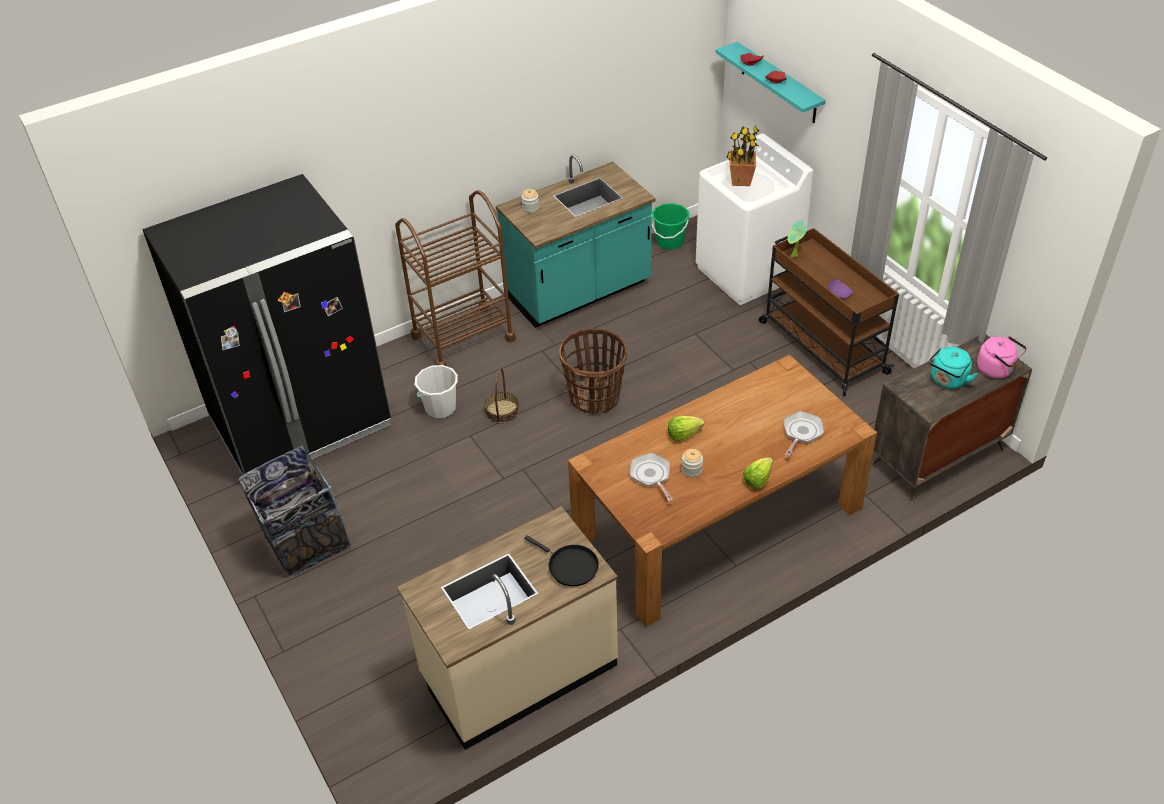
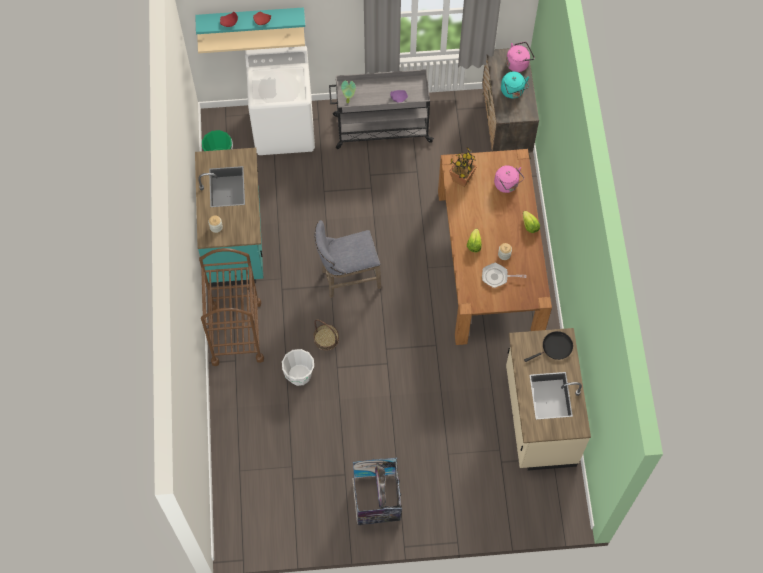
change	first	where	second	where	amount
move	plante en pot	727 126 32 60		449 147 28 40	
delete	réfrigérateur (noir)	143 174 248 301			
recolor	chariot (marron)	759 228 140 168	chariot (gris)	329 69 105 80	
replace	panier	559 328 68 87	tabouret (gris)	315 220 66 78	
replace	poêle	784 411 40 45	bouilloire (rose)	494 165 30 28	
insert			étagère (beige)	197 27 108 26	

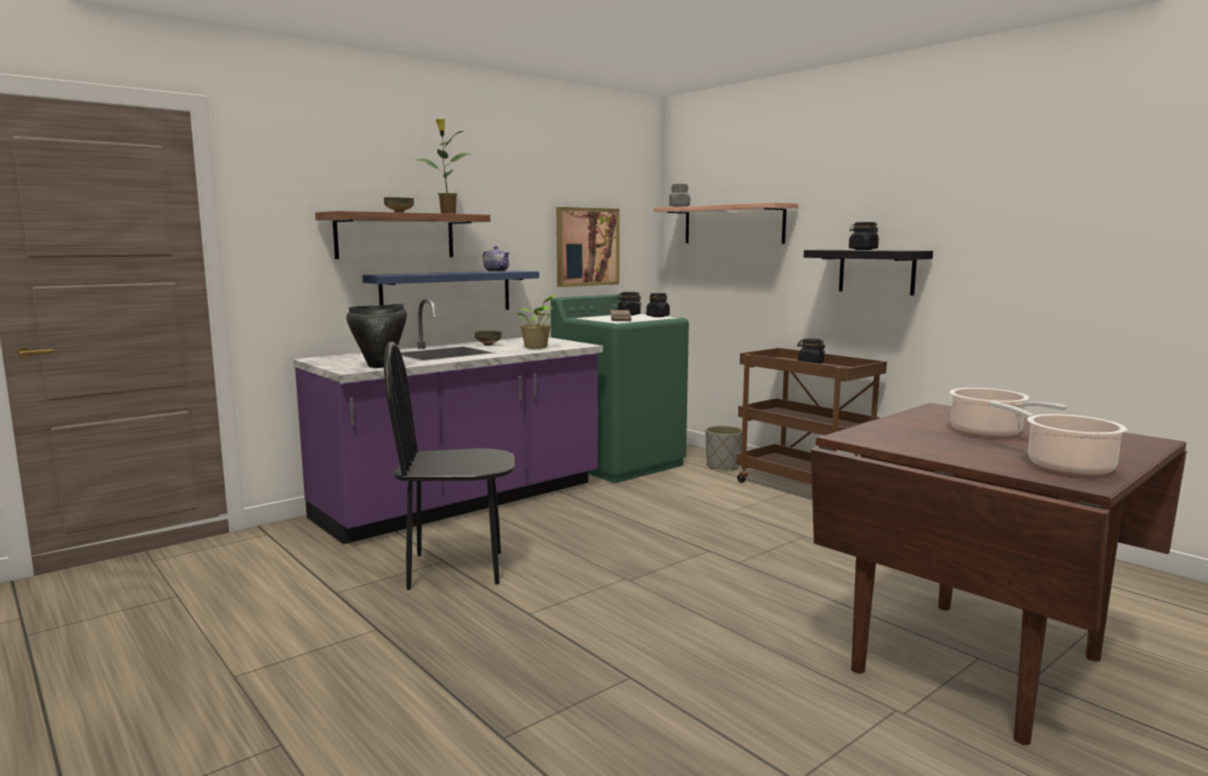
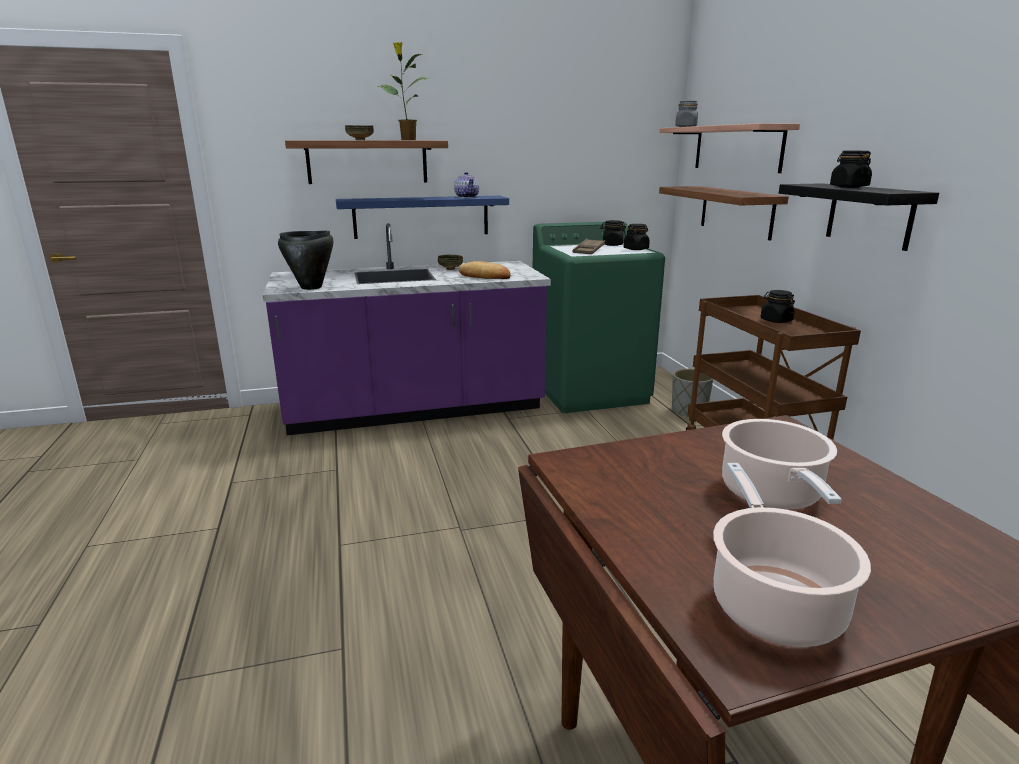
change	first	where	second	where	amount
delete	tableau	556 207 64 80			
replace	plante en pot	516 295 39 54	pain	459 261 51 18	
delete	chaise (noir)	384 342 131 248			
insert			étagère	659 186 130 55	

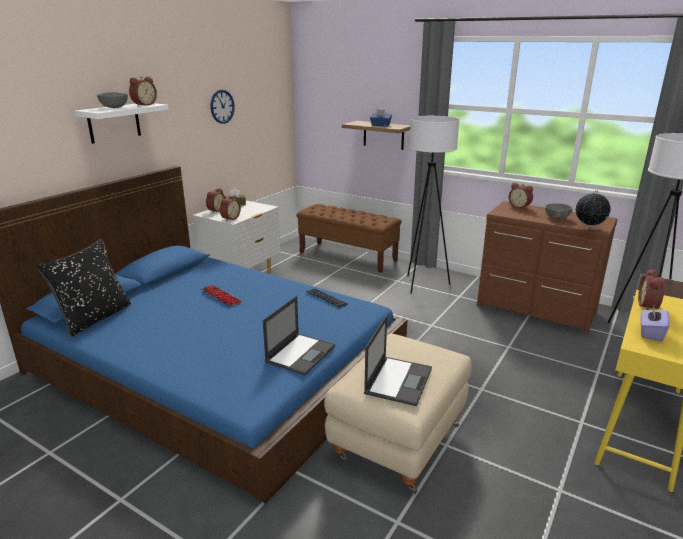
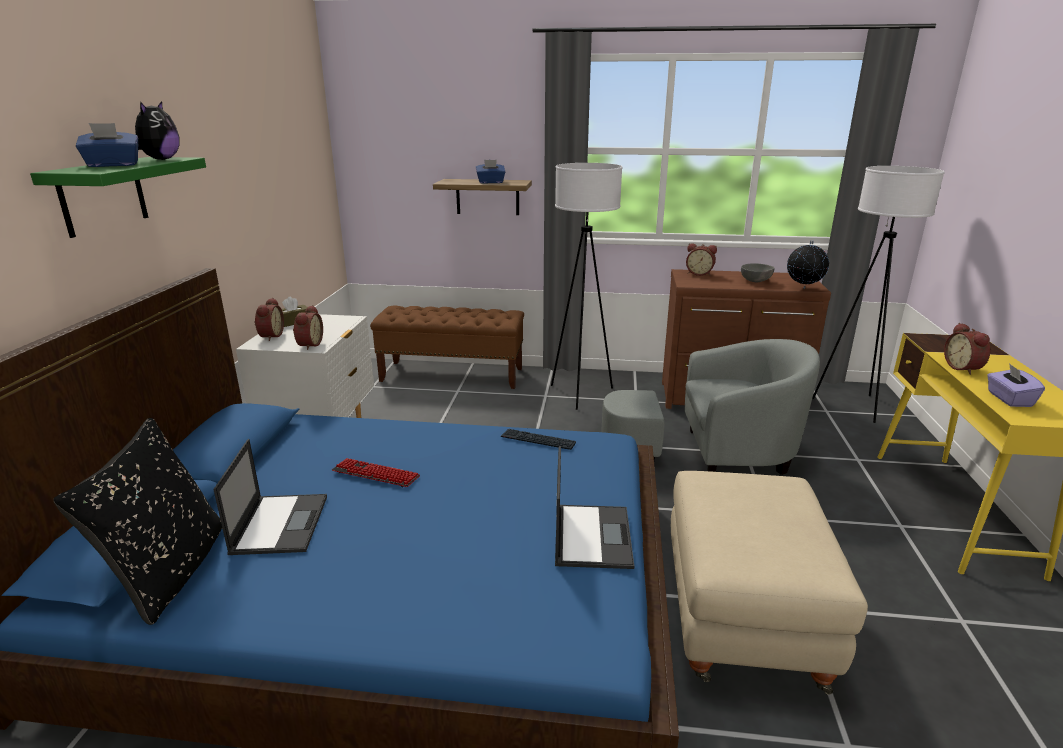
change	first	where	second	where	amount
replace	réveil	129 76 28 30	peluche	135 101 45 59	
delete	horloge murale	211 90 24 34			
replace	bol (gris)	97 92 31 16	boîte à mouchoirs (bleu)	76 123 62 44	
recolor	étagère (blanc)	74 103 95 41	étagère (vert)	30 157 176 81	
move	ordinateur portable	364 315 68 91		213 439 114 116	
insert			fauteuil (gris)	601 339 219 136	

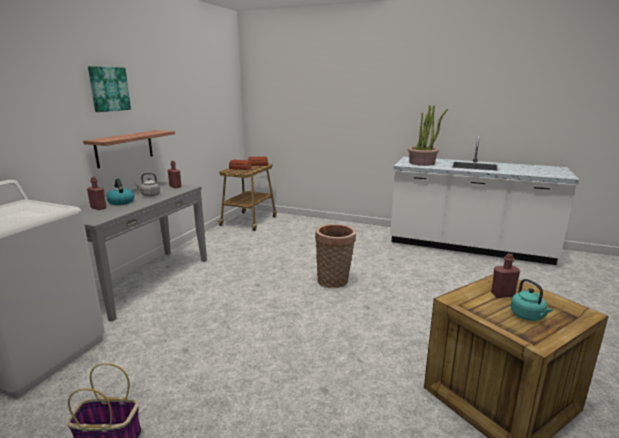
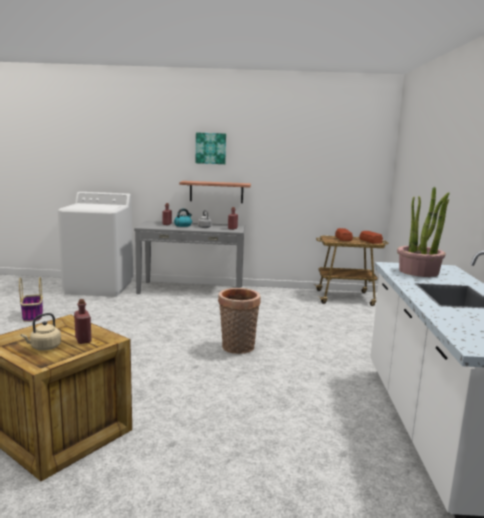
change	first	where	second	where	amount
recolor	bouilloire (turquoise)	510 279 43 42	bouilloire (beige)	21 313 40 38	

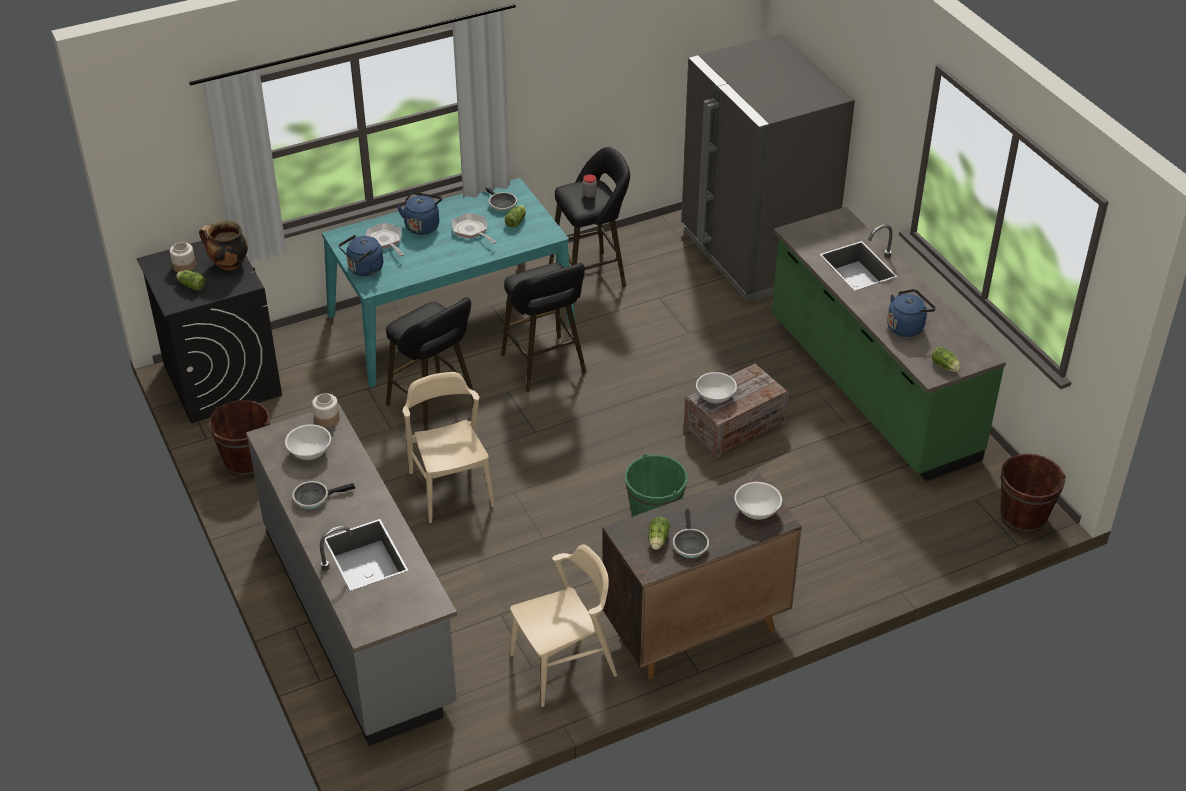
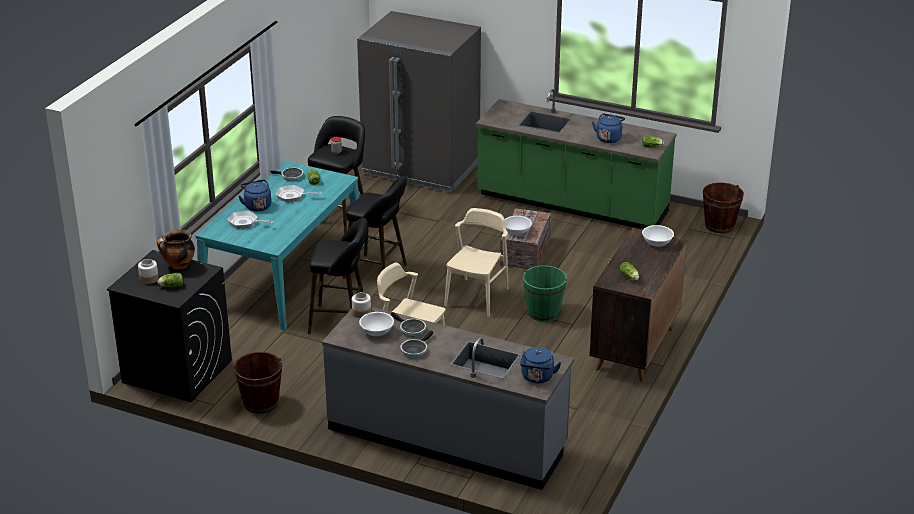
change	first	where	second	where	amount
move	bouilloire (bleu)	339 235 44 41		520 347 41 36	
move	poêle	673 509 36 49		391 312 35 25	
move	chaise (beige)	510 544 107 163		444 208 64 108	

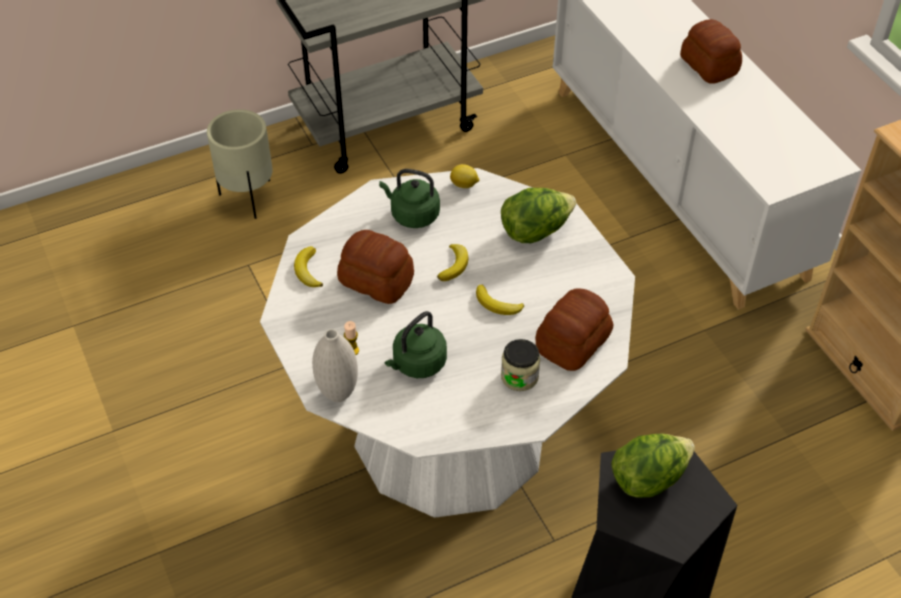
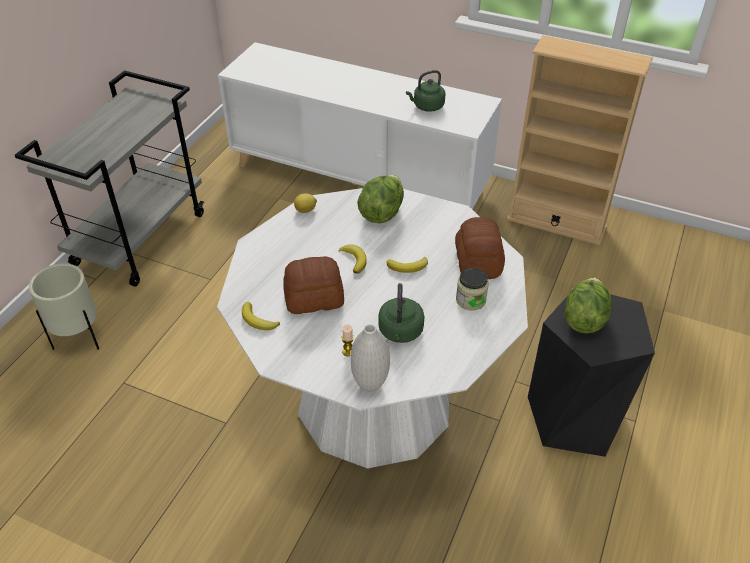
change	first	where	second	where	amount
delete	pain	680 19 62 65			
move	bouilloire (vert)	379 169 61 59		406 70 39 42	

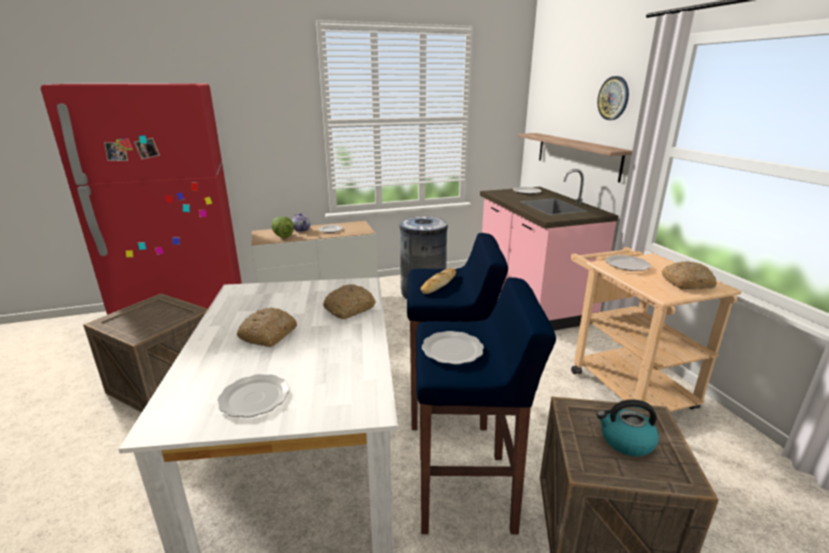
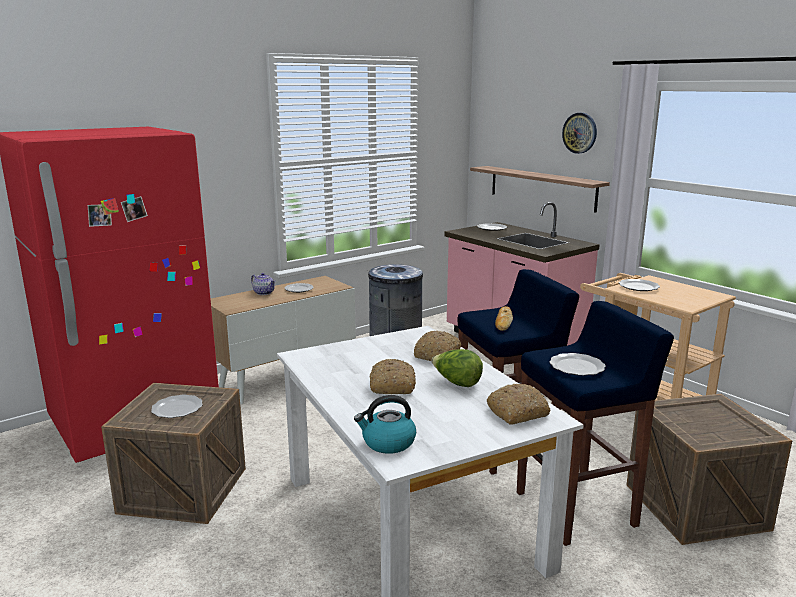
change	first	where	second	where	amount
move	laitue	271 216 23 22		432 349 51 38	
move	pain	662 261 55 28		487 384 63 41	
move	assiette	217 374 72 44		151 395 52 23	
move	bouilloire	597 399 62 57		354 395 62 59	

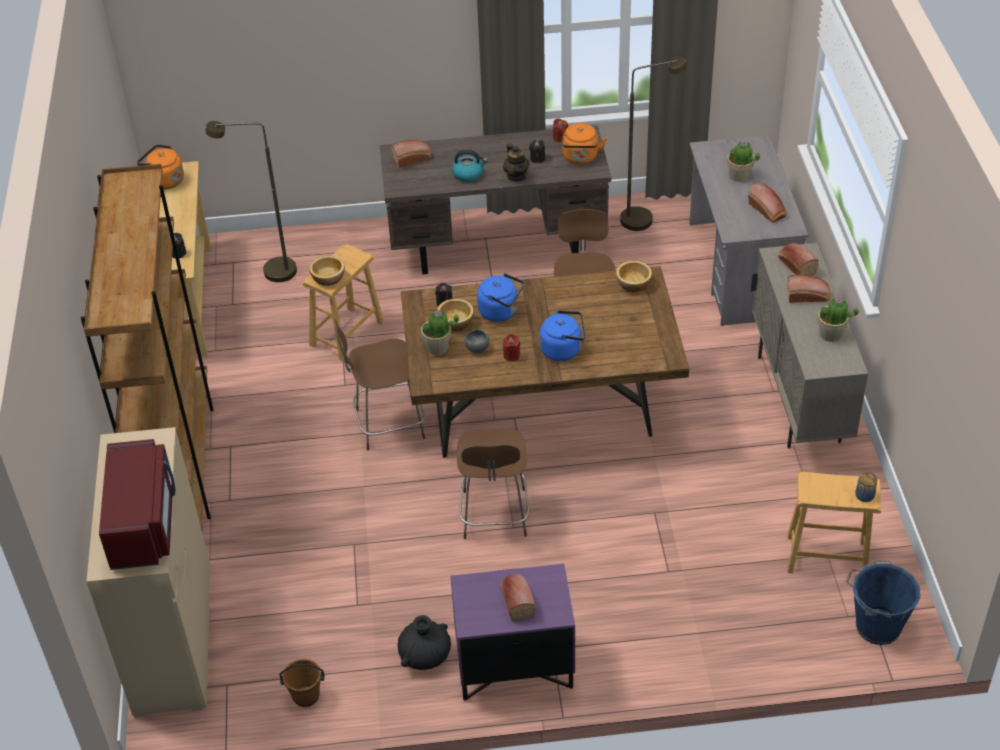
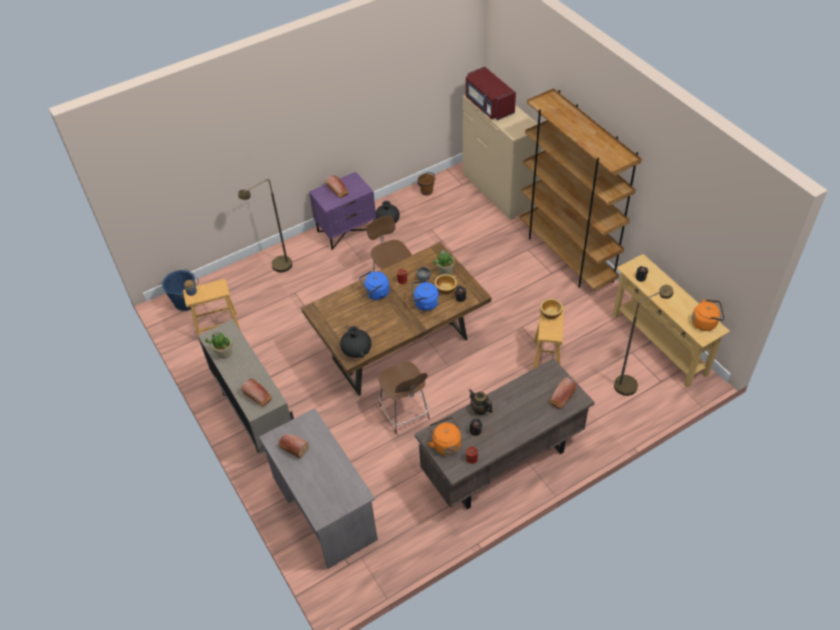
change	first	where	second	where	amount
move	lampadaire (marron)	620 57 67 174		238 179 54 93	
delete	plante en pot	727 140 33 42			
delete	bouilloire	452 150 35 32			
replace	bol	616 261 36 31	vase (noir)	340 326 31 32	
delete	pain	787 275 44 28			
delete	chaise (marron)	335 319 90 131			

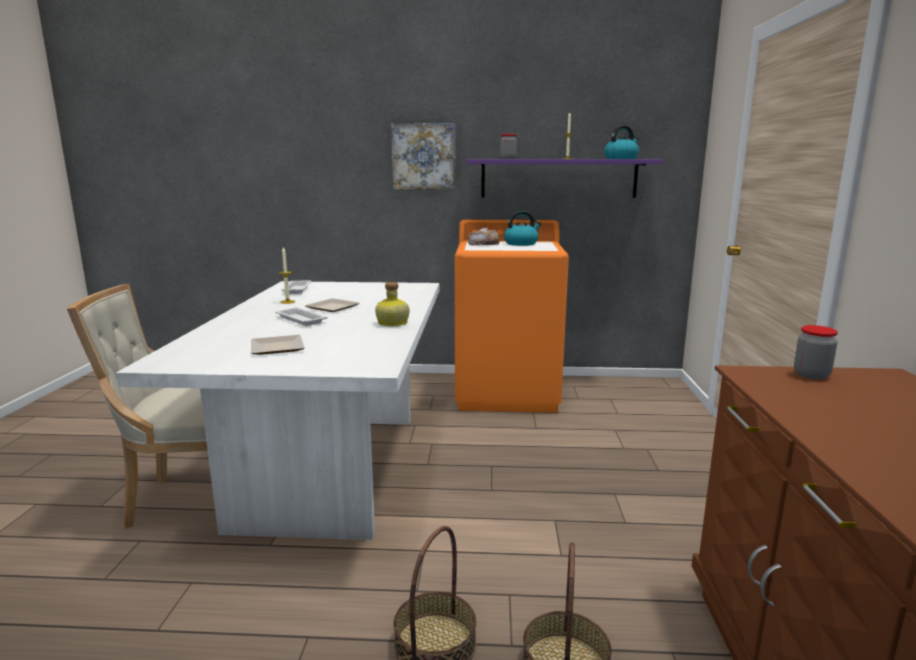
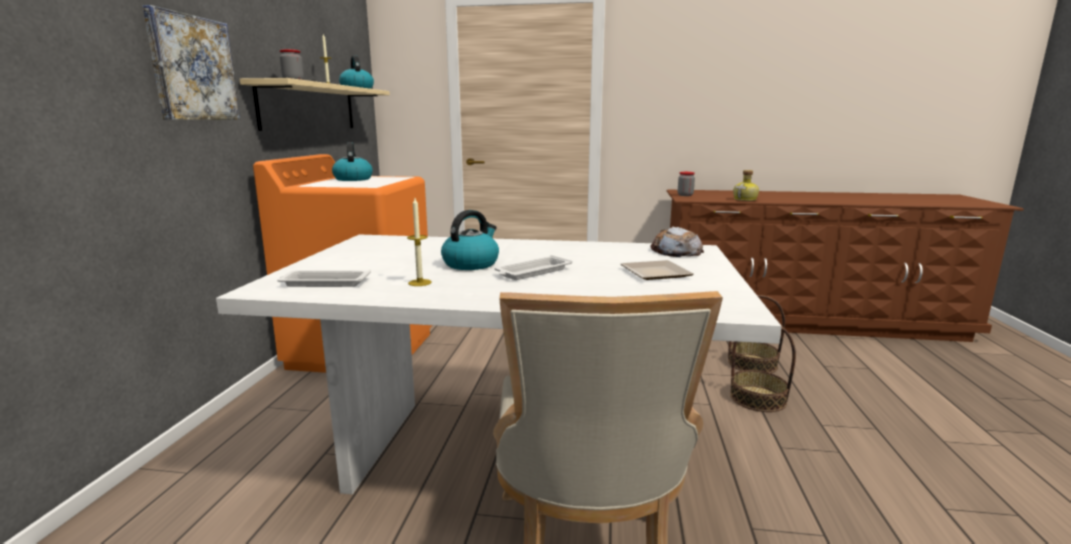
change	first	where	second	where	amount
recolor	étagère (violet)	466 159 197 39	étagère (beige)	240 78 150 53	
move	pain	468 228 32 17		651 226 53 31	
move	bouteille	375 282 34 44		733 170 26 31	
replace	assiette	305 298 55 14	bouilloire	441 210 58 60	

